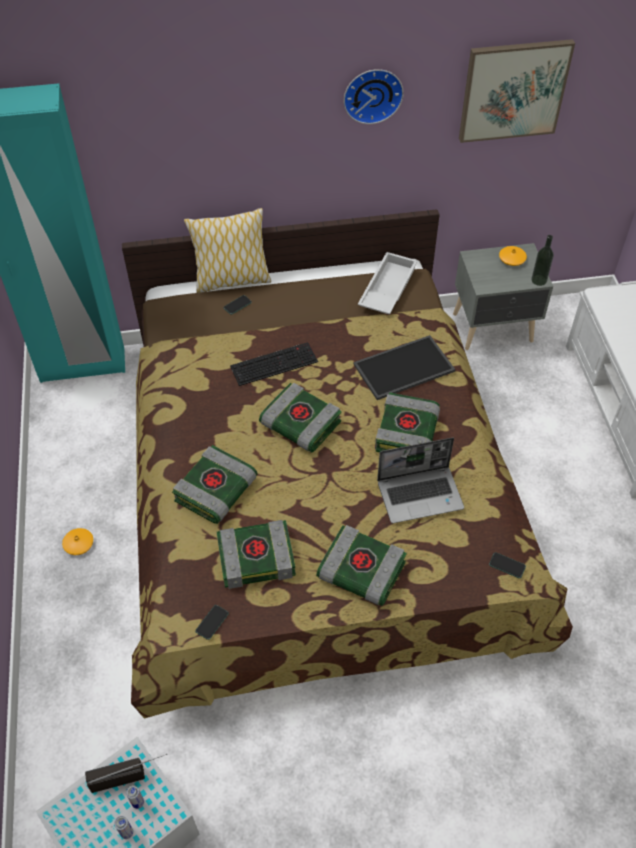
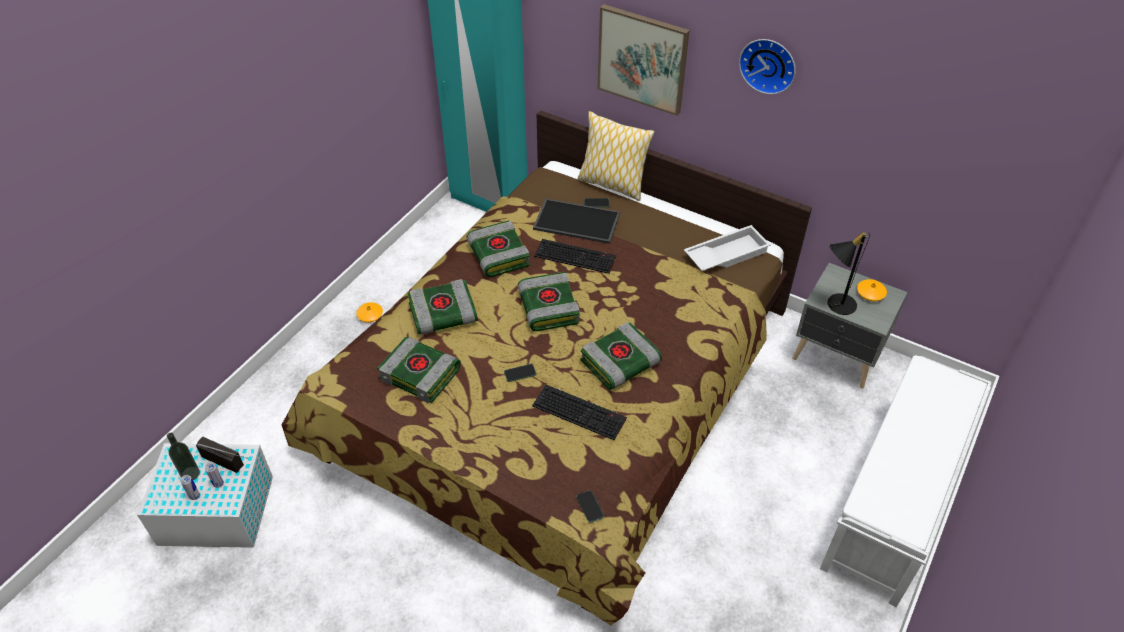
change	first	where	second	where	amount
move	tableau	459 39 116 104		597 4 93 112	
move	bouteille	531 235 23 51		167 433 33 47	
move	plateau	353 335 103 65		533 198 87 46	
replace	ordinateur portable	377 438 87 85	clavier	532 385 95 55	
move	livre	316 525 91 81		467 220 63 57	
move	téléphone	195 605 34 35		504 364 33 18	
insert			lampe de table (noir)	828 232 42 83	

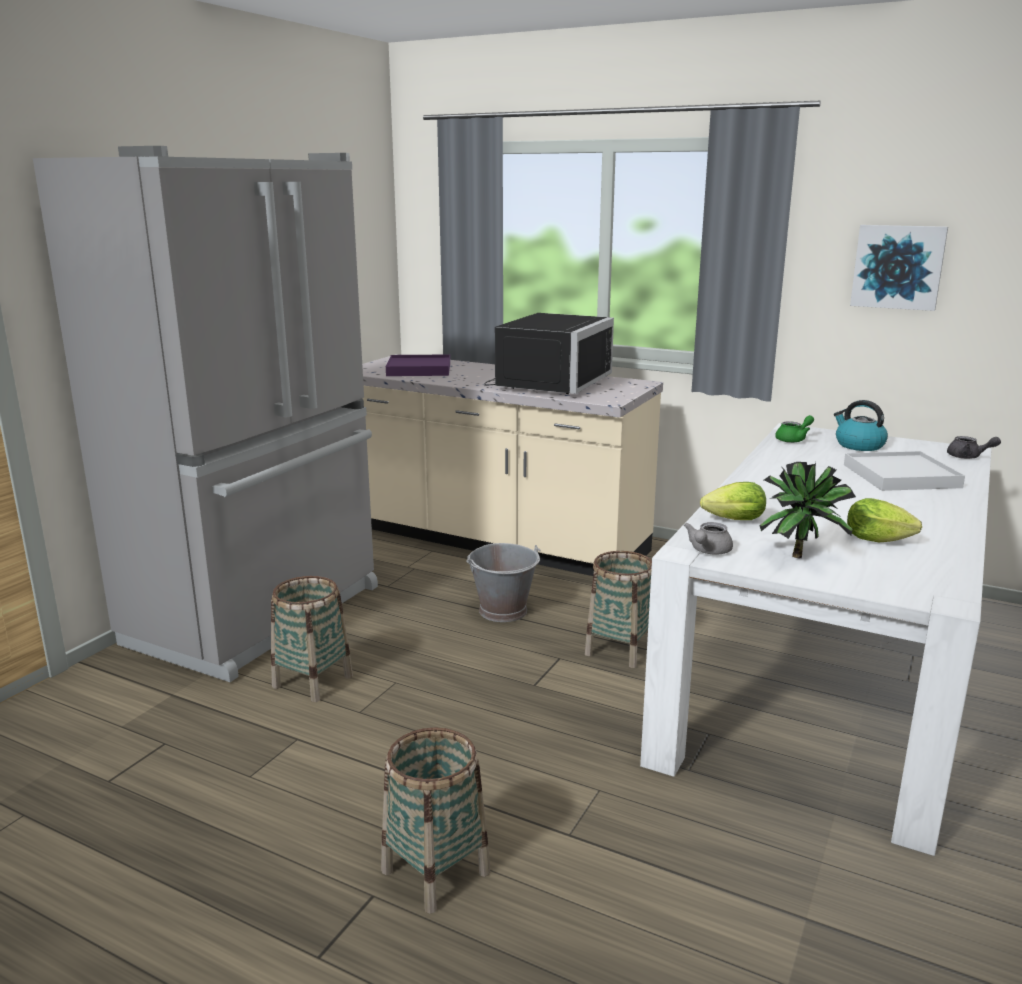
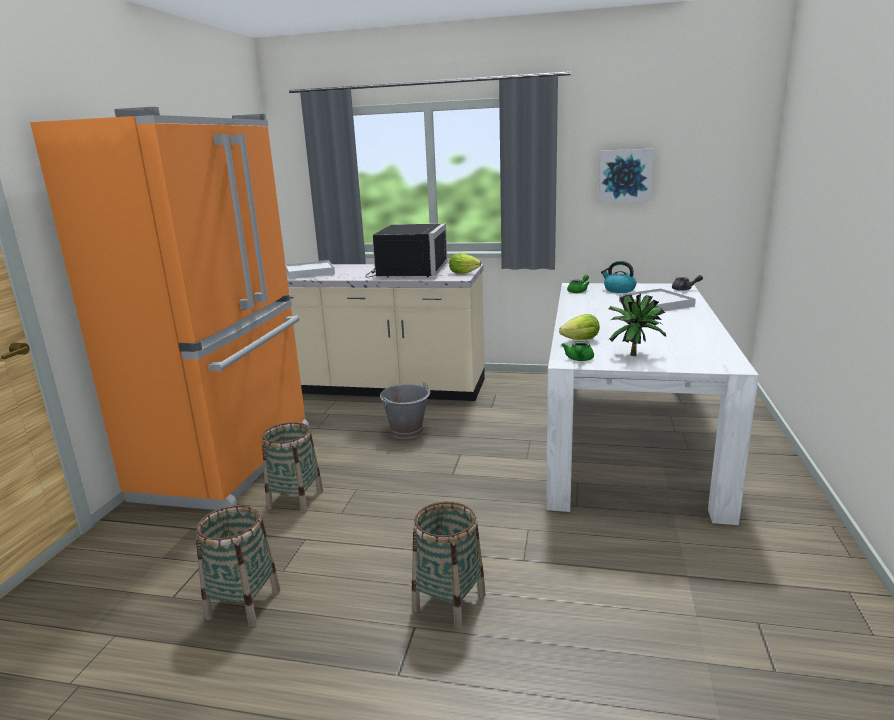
change	first	where	second	where	amount
recolor	réfrigérateur (gris)	33 146 345 536	réfrigérateur (orange)	30 107 280 403	
recolor	plateau (violet)	386 354 64 22	plateau (blanc)	285 260 50 19	
move	laitue	847 498 75 44		449 254 32 20	
recolor	théière (gris)	684 522 49 32	théière (vert)	562 341 32 20	
move	panier	585 551 67 117		196 505 84 122	

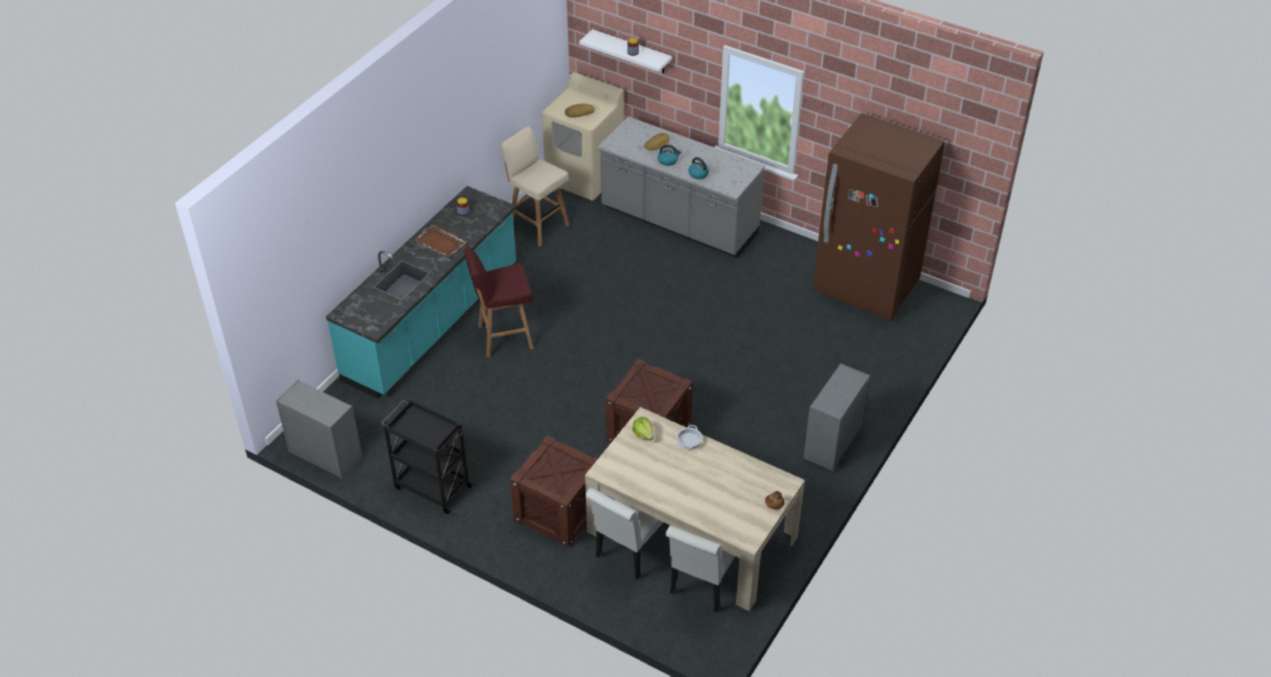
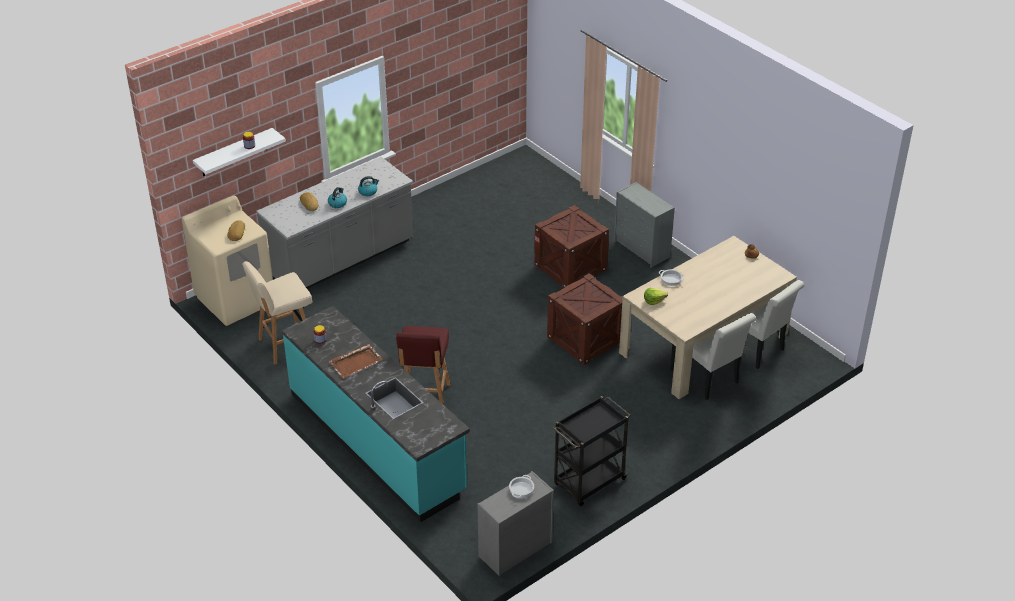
change	first	where	second	where	amount
delete	réfrigérateur (marron)	813 113 132 208			
move	caisse	510 435 88 113		534 205 75 83	
insert			marmite	509 475 25 23	

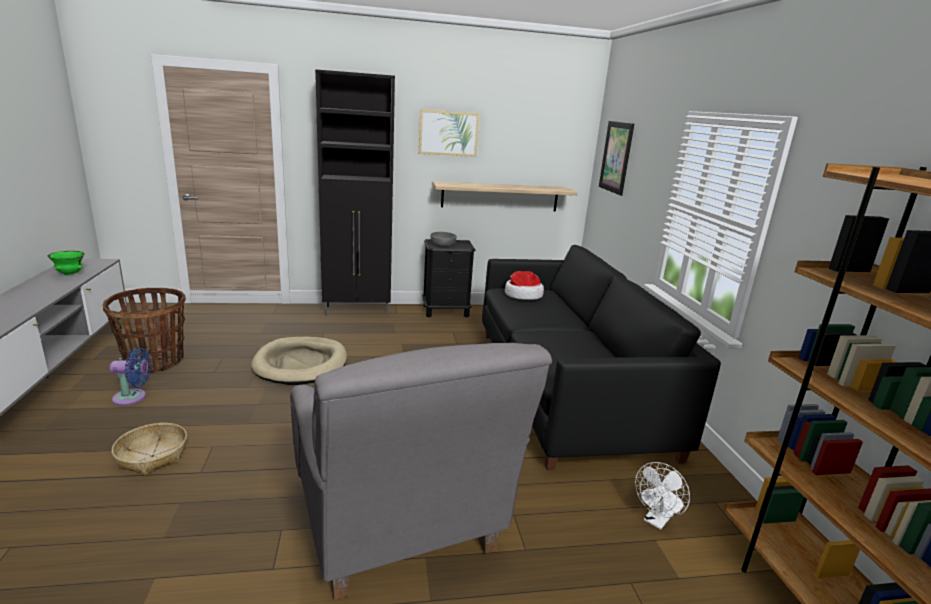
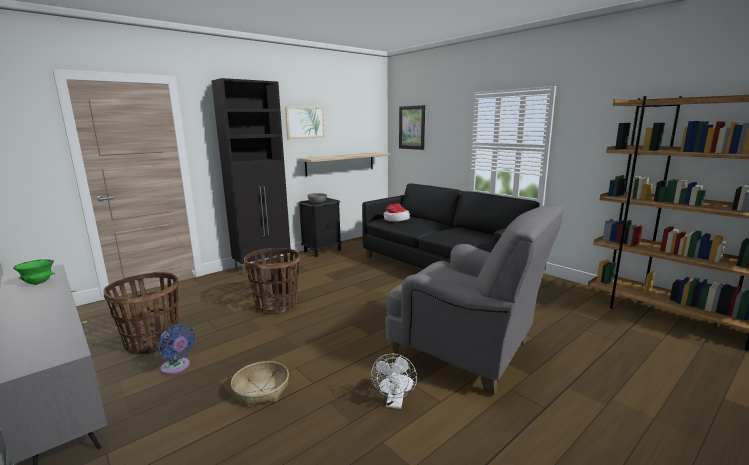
change	first	where	second	where	amount
replace	panier pour chien (beige)	251 337 96 48	panier	244 248 56 65	
rotate	ventilateur (bleu)	109 347 42 59		158 324 37 51	75 degrees clockwise
move	ventilateur (blanc)	635 462 55 68		371 354 46 55	

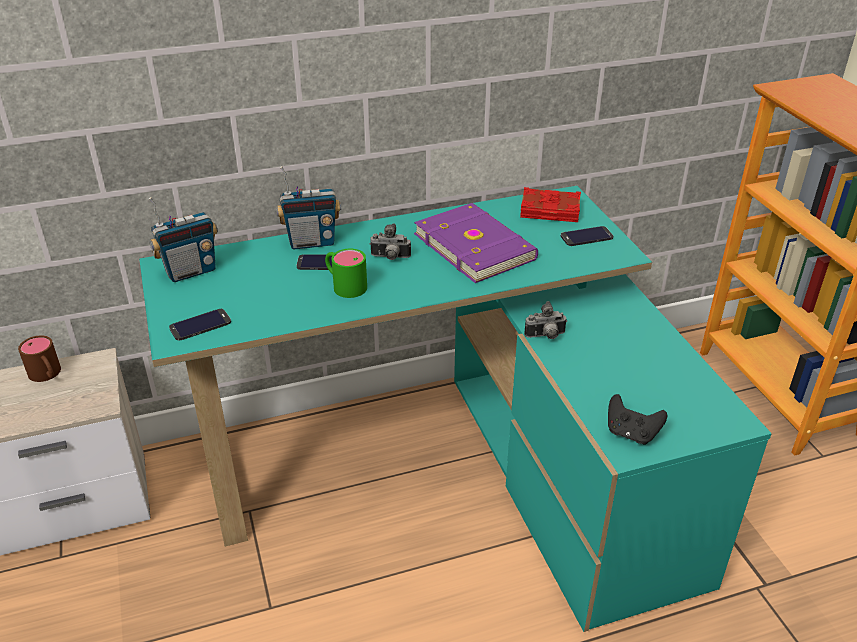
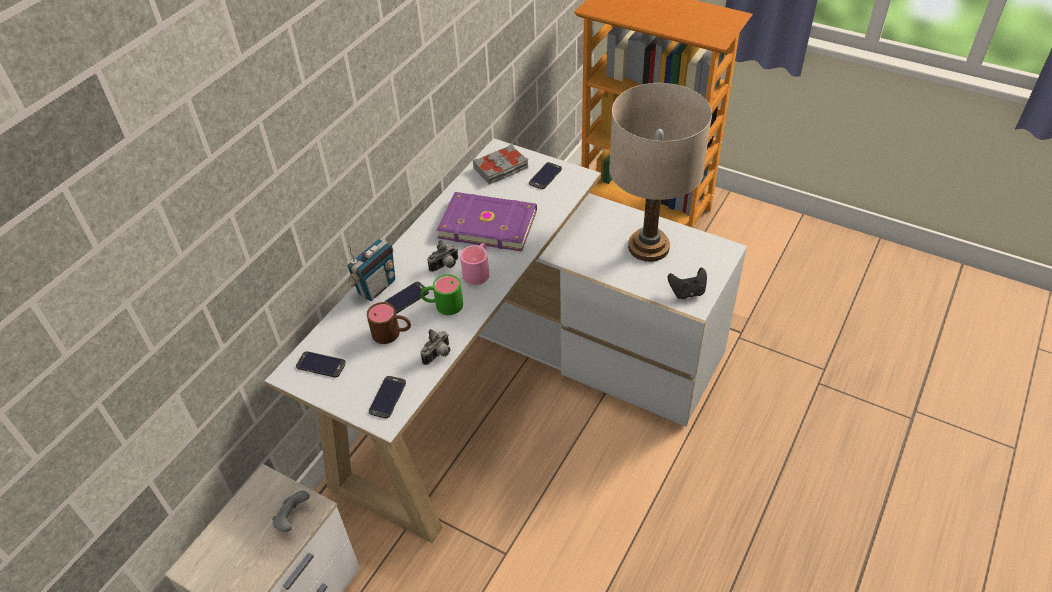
change	first	where	second	where	amount
recolor	bureau (turquoise)	139 186 633 446	bureau (blanc)	265 138 482 405	
recolor	livre (rouge)	520 187 61 35	livre (gris)	473 144 55 41	
replace	radio	149 197 69 85	téléphone	296 351 50 26	
move	appareil photo	524 301 43 38		420 329 31 36	
move	mug (marron)	18 335 43 47		367 302 44 42	
insert			lampe de table (beige)	609 83 103 179	
insert			mug (rose)	460 243 29 42	
insert			manette (gris)	272 491 37 41	

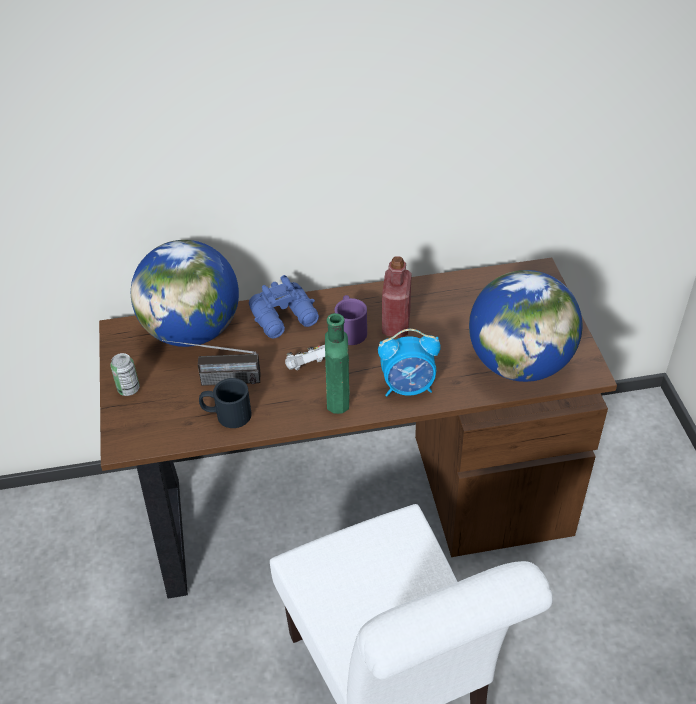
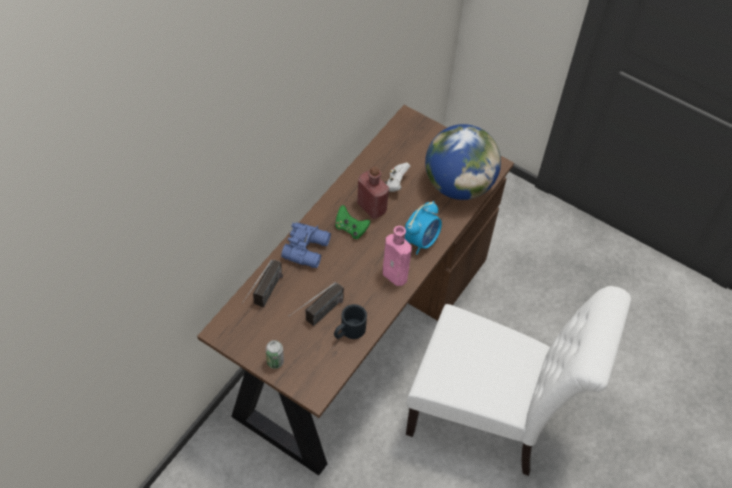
change	first	where	second	where	amount
replace	globe	131 240 108 107	radio	242 259 41 48	
replace	mug (violet)	335 295 32 50	manette (vert)	335 205 36 34	
recolor	bouteille (vert)	325 313 24 101	bouteille (rose)	383 226 29 60	
move	manette (blanc)	285 345 40 26		385 163 26 29	

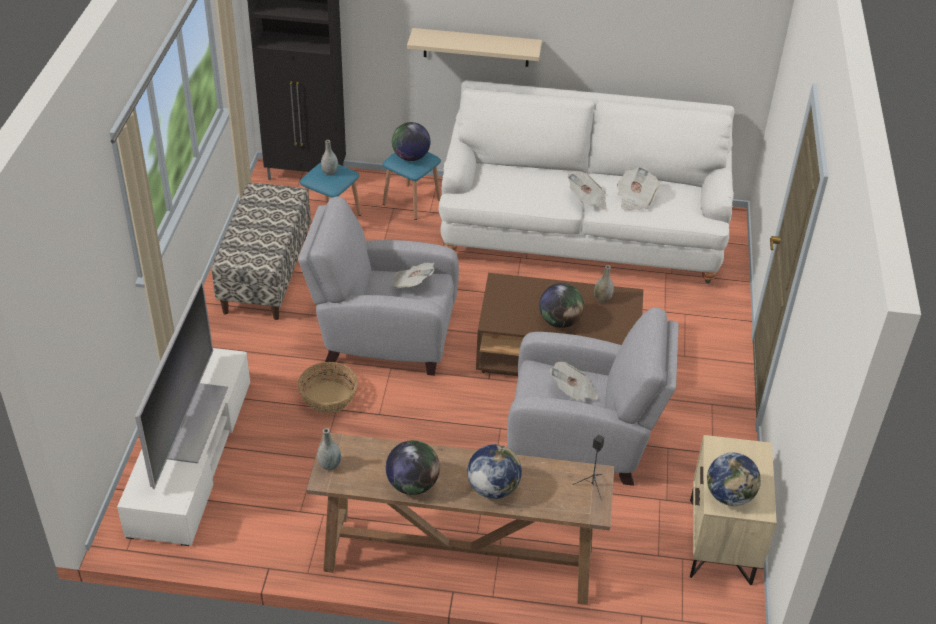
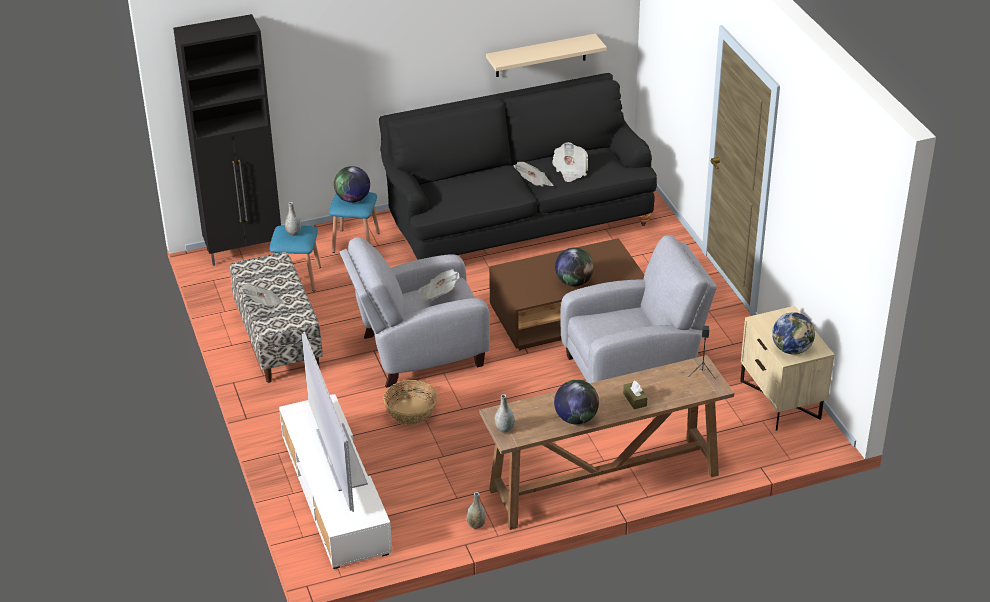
change	first	where	second	where	amount
move	étagère (beige)	407 28 135 39		486 34 121 43	
recolor	canapé (blanc)	439 81 296 203	canapé (noir)	379 73 278 187	
move	vase (gris)	594 265 20 38		467 492 19 37	
move	journal	549 362 50 39		240 284 46 23	
replace	globe	467 444 55 55	boîte à mouchoirs (marron)	623 381 25 28	

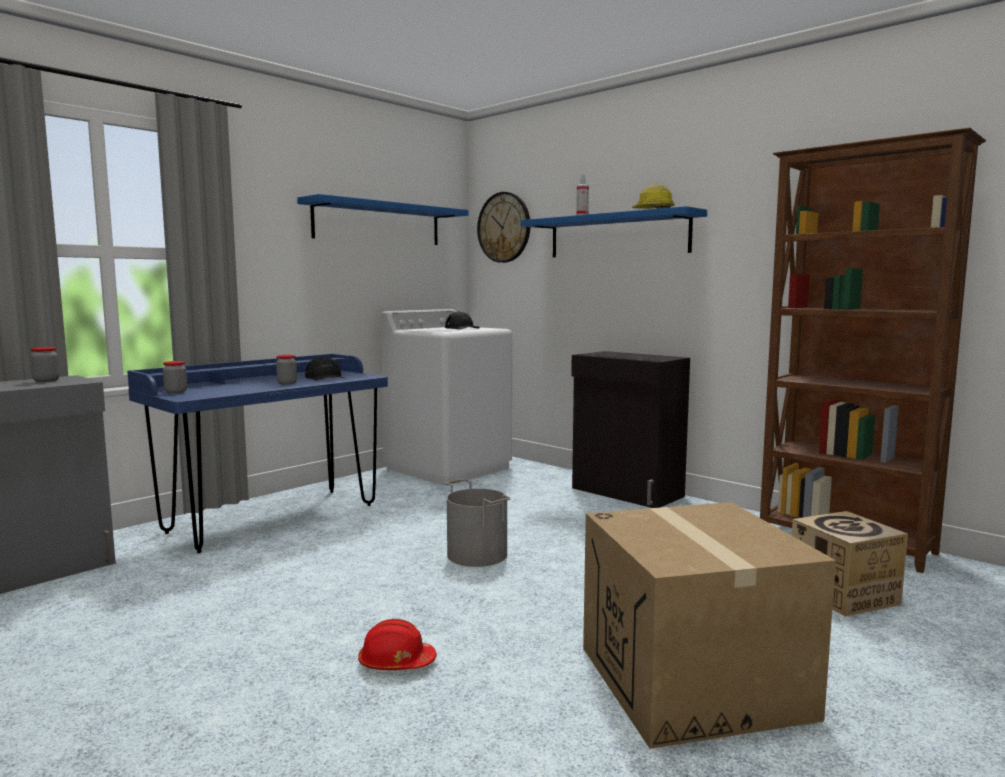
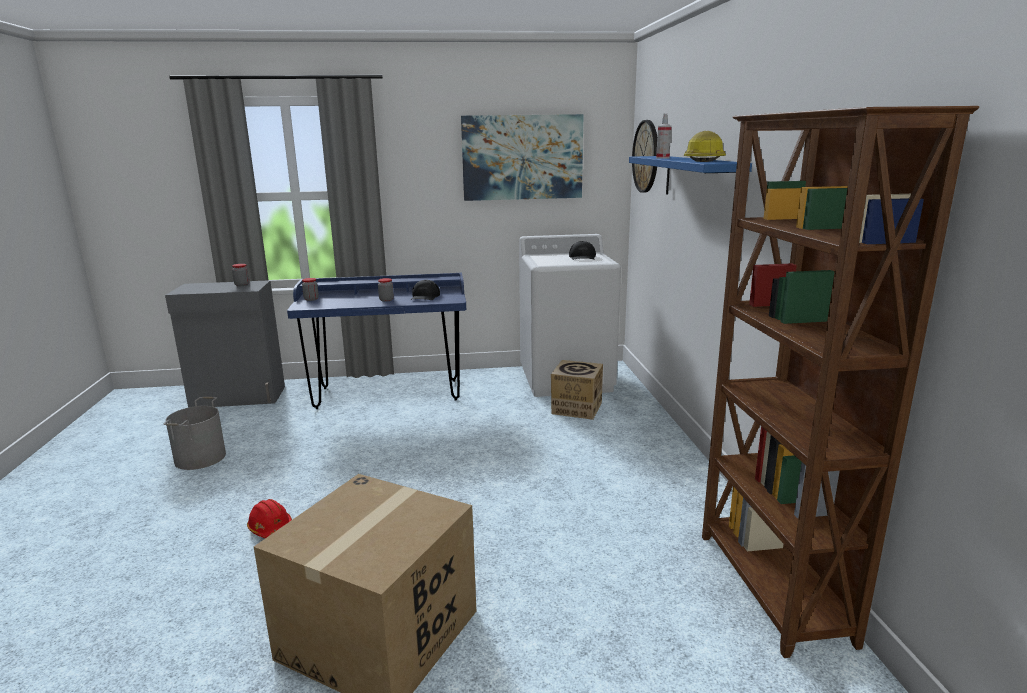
change	first	where	second	where	amount
replace	étagère (bleu)	297 194 171 51	tableau	461 114 123 87	
delete	meuble de rangement (noir)	571 351 119 157			
move	seau (gris)	445 479 66 88		163 397 63 73	
move	carton	792 511 116 105		551 360 52 60	

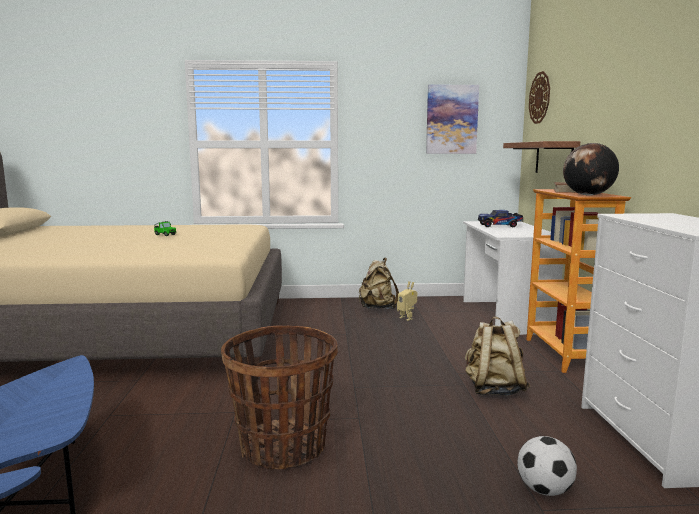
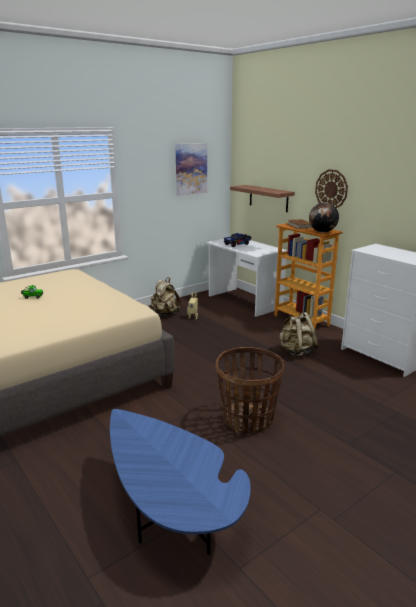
change	first	where	second	where	amount
move	horloge murale	529 71 21 53		315 169 33 39	
delete	ballon de foot	517 436 60 60			

